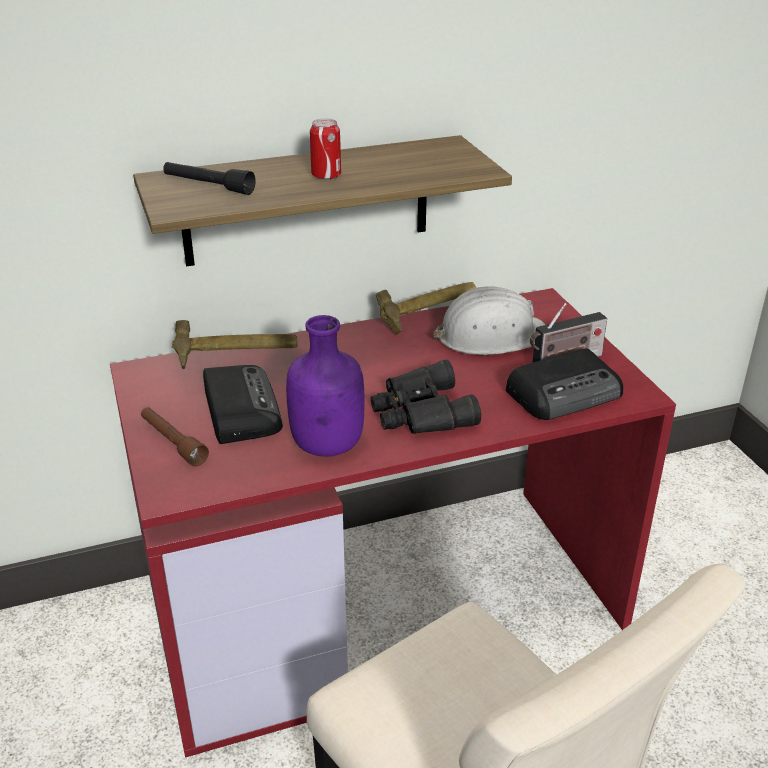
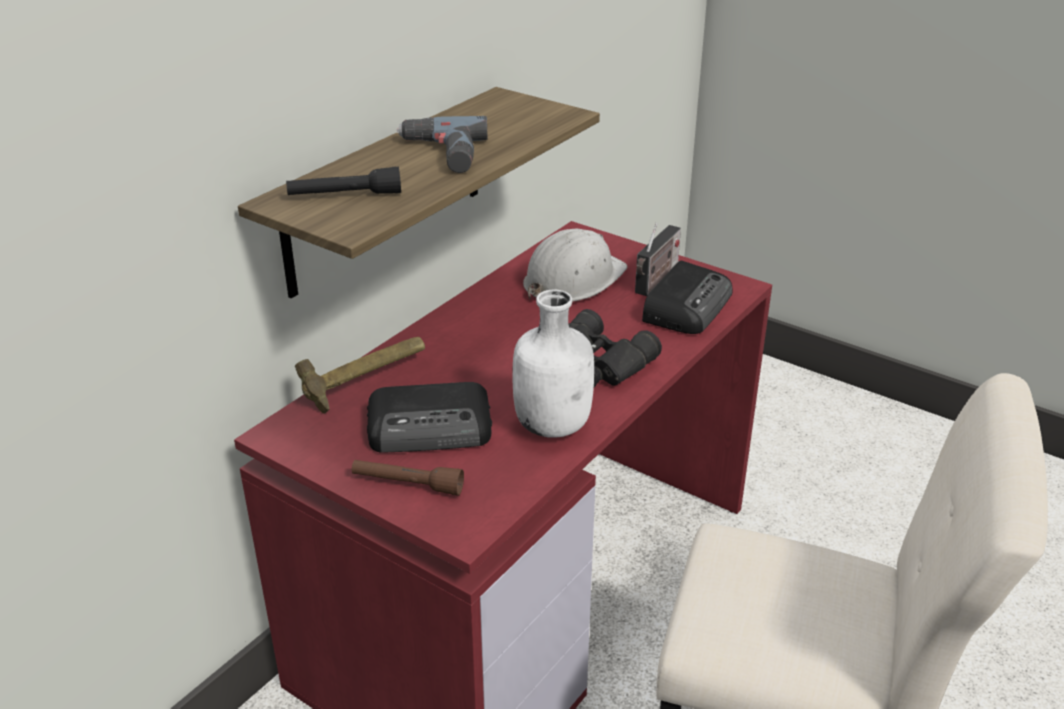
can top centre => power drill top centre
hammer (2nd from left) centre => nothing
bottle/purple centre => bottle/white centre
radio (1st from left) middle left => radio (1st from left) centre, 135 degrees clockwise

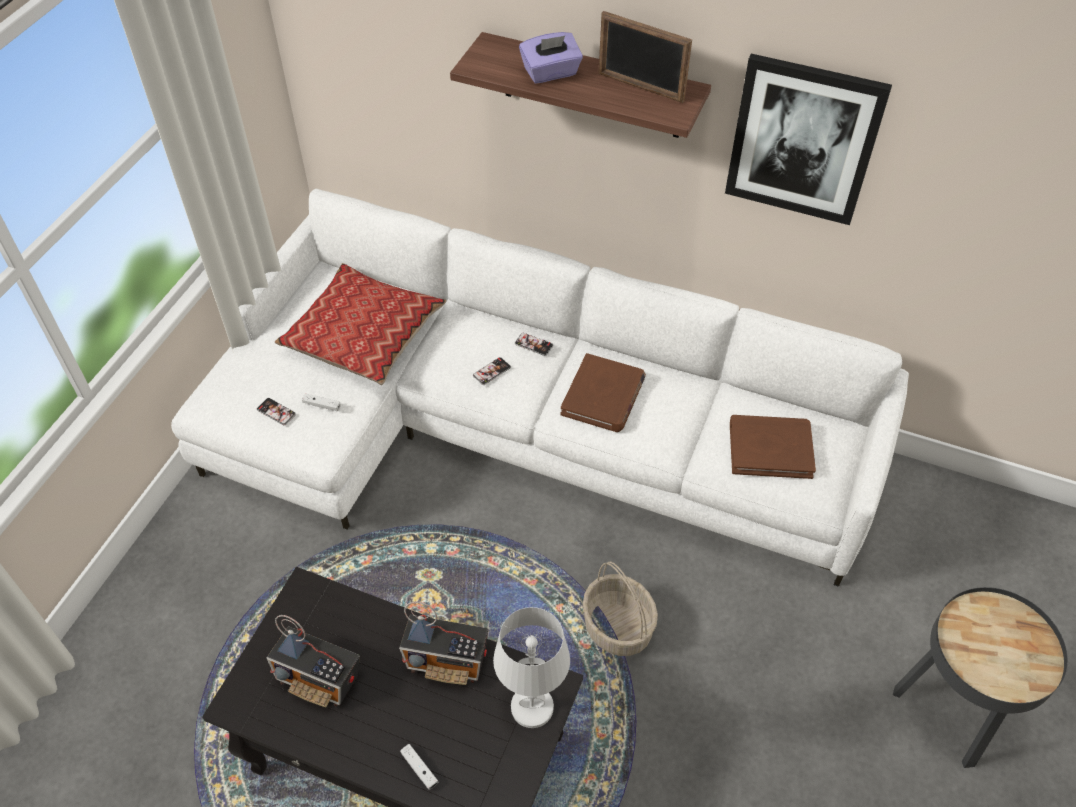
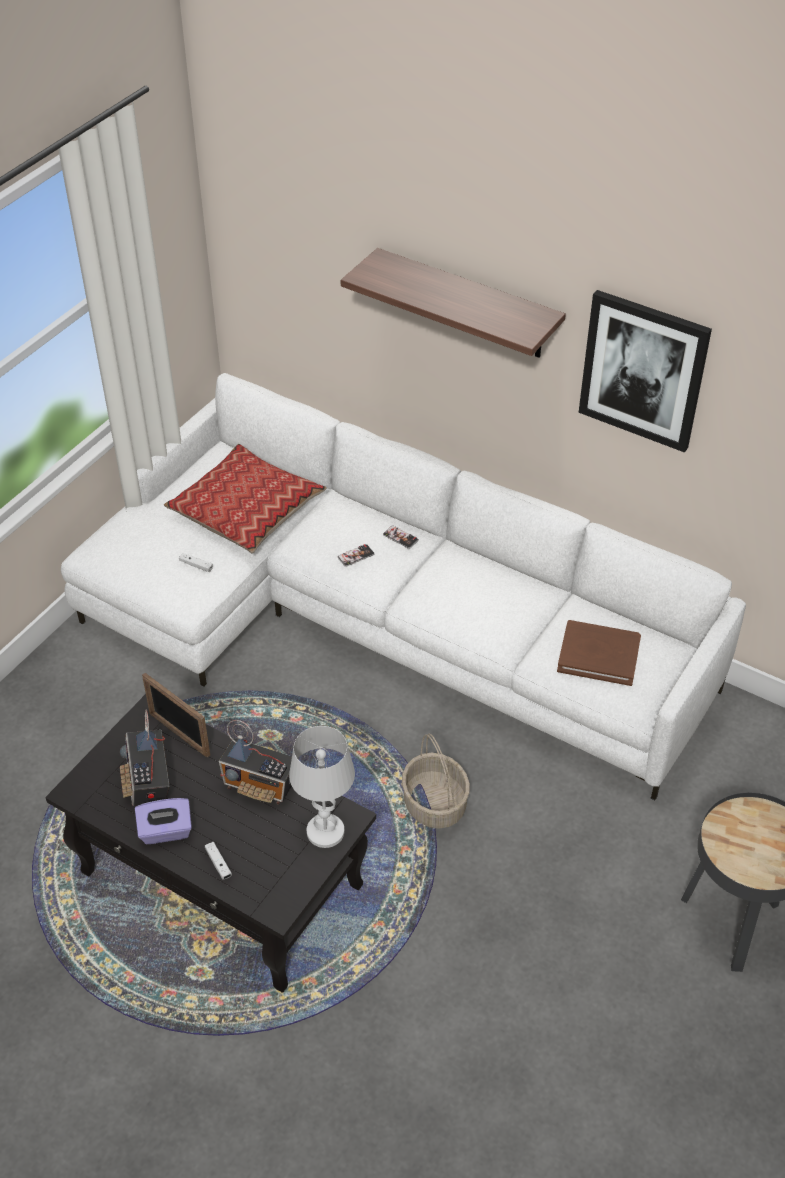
picture frame top centre => picture frame middle left, moved
tissue box/purple top centre => tissue box/purple bottom left, moved
book/brown (1st from left) centre => nothing
phone (1st from left) middle left => nothing
radio (1st from left) bottom left => radio (1st from left) middle left, 45 degrees clockwise

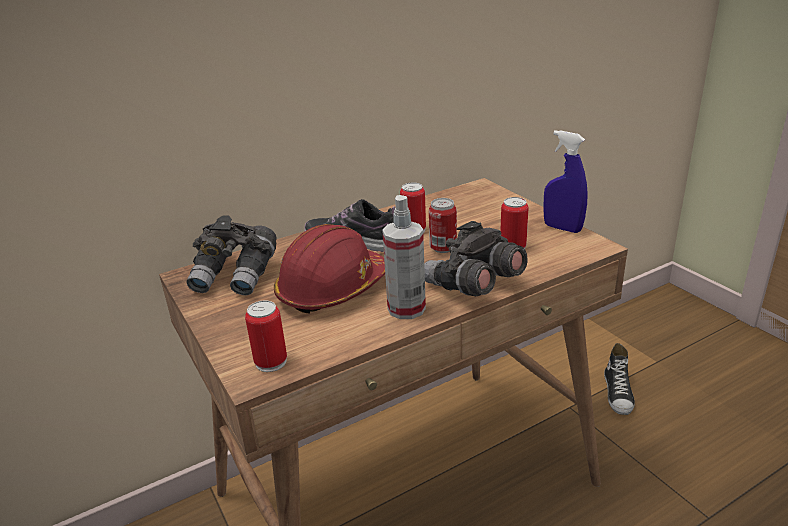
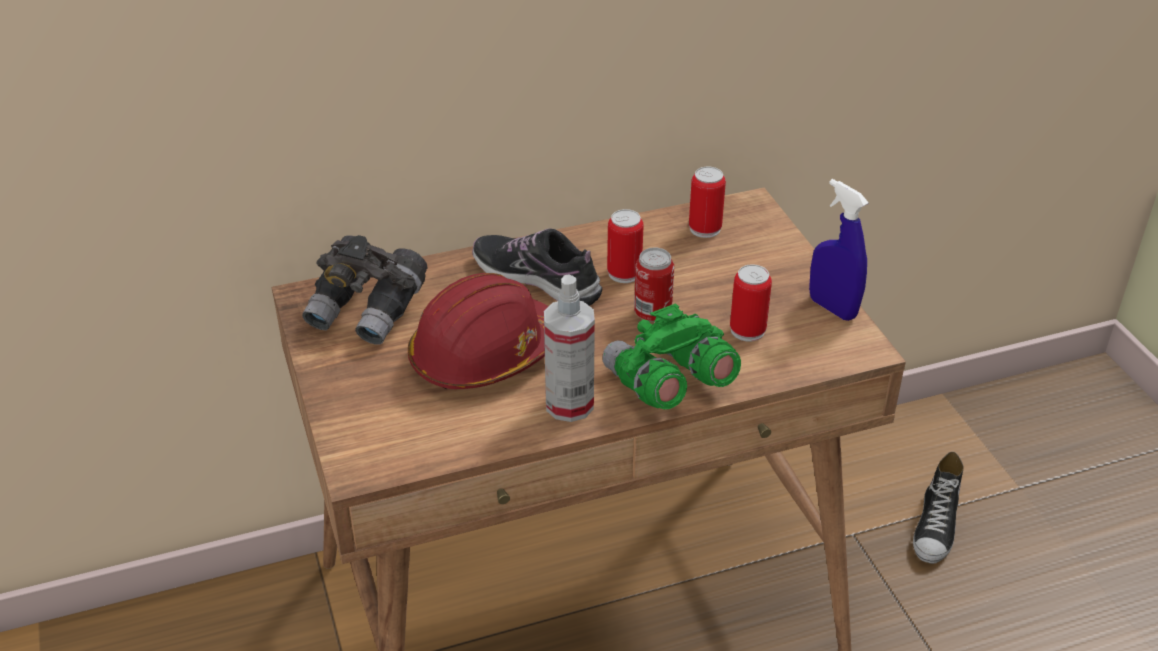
binoculars/grey (2nd from left) centre => binoculars/green centre
can (1st from left in the first image) centre => can (3rd from left) top centre, moved

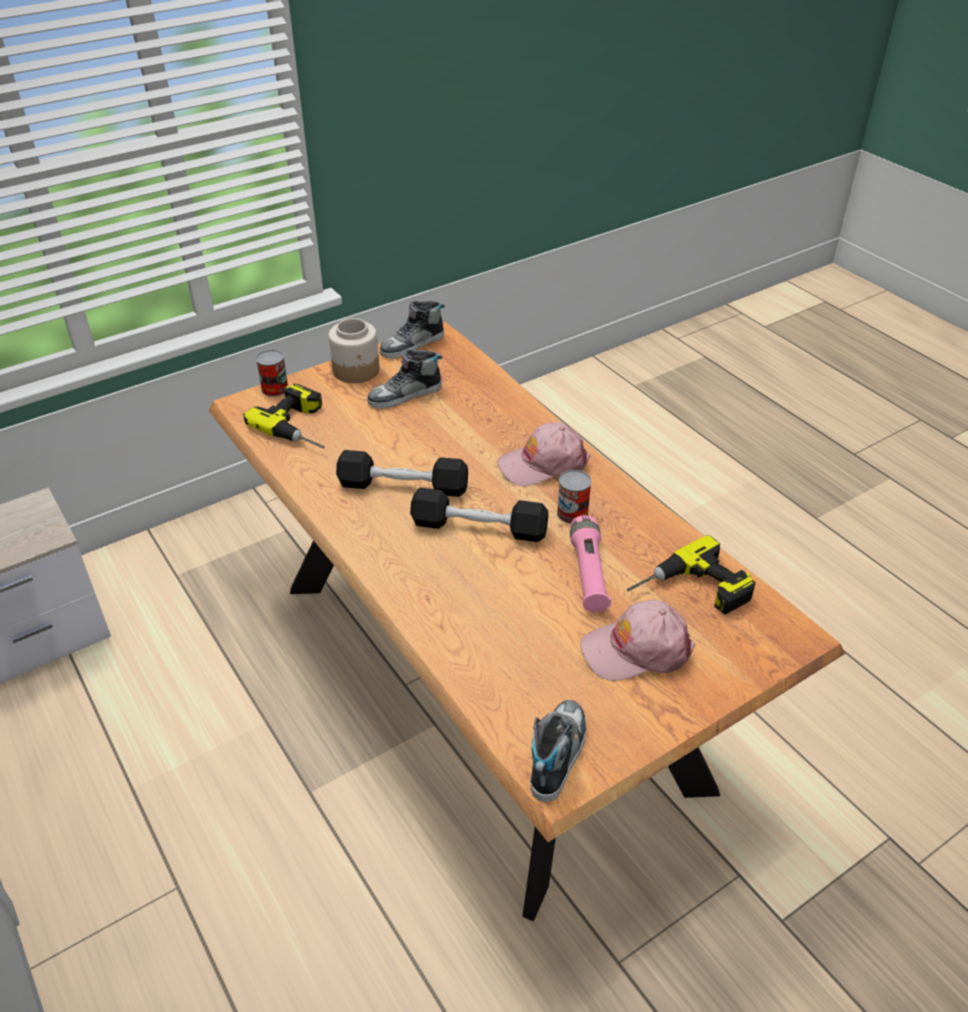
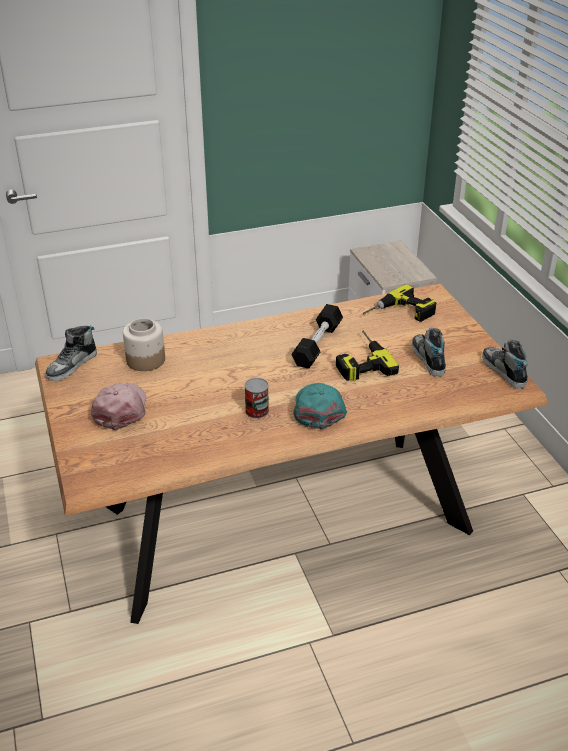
jar centre => jar middle left, moved
can (1st from left) middle left => nothing
cap/pink (1st from left) centre => cap/turquoise centre
dumbbell/black (2nd from left) centre => nothing
flashlight/pink centre => nothing
power drill (2nd from left in the first image) middle right => power drill (1st from left) centre, moved
shoe (3rd from left in the first image) bottom centre => shoe (1st from left) middle left, 90 degrees clockwise

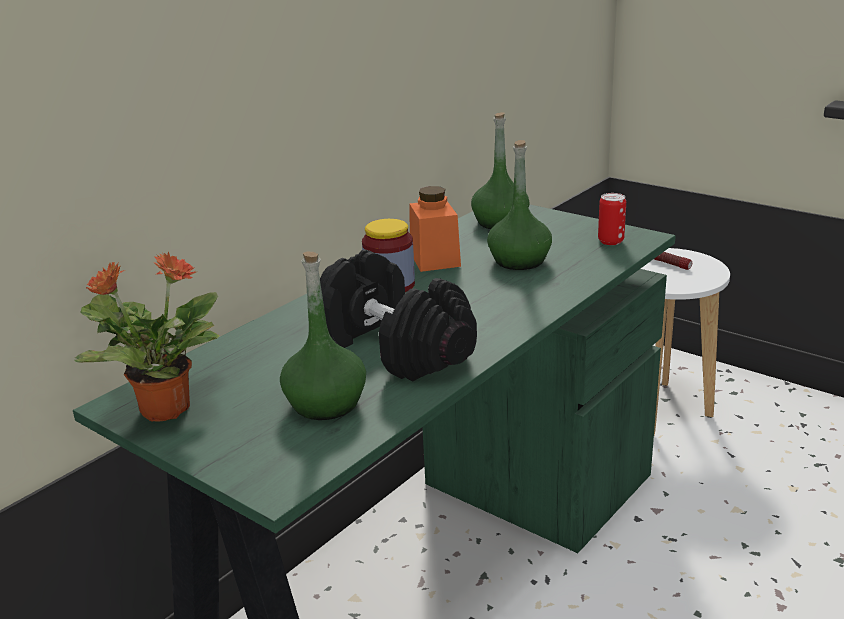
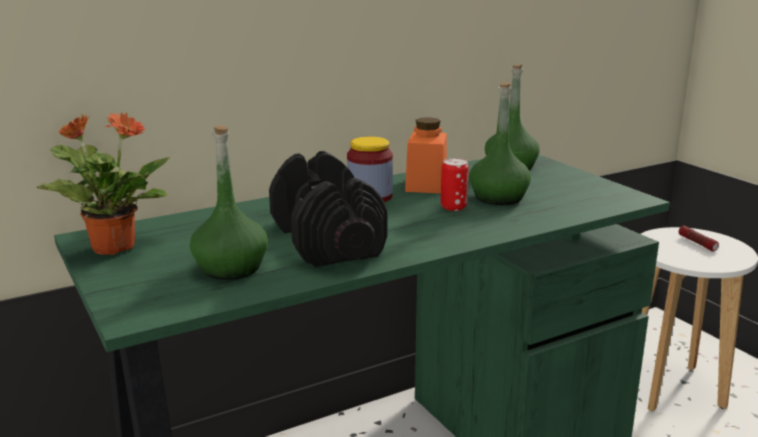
can middle right => can centre, moved

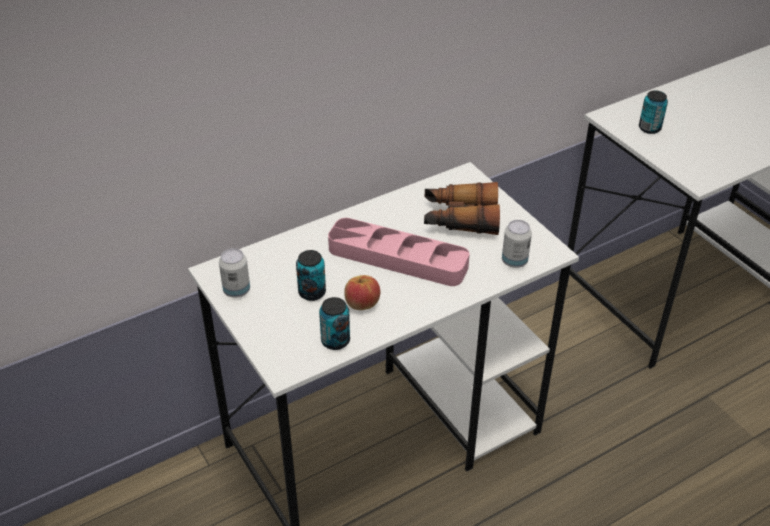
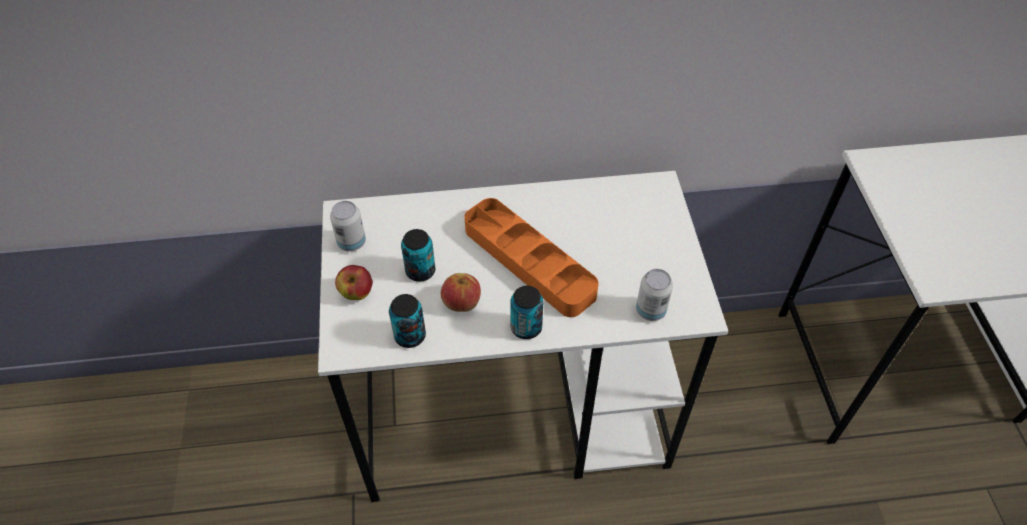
can (5th from left in the first image) top right => can (4th from left) centre, moved
binoculars centre => nothing
tray/pink centre => tray/orange centre
nothing => apple (1st from left) centre

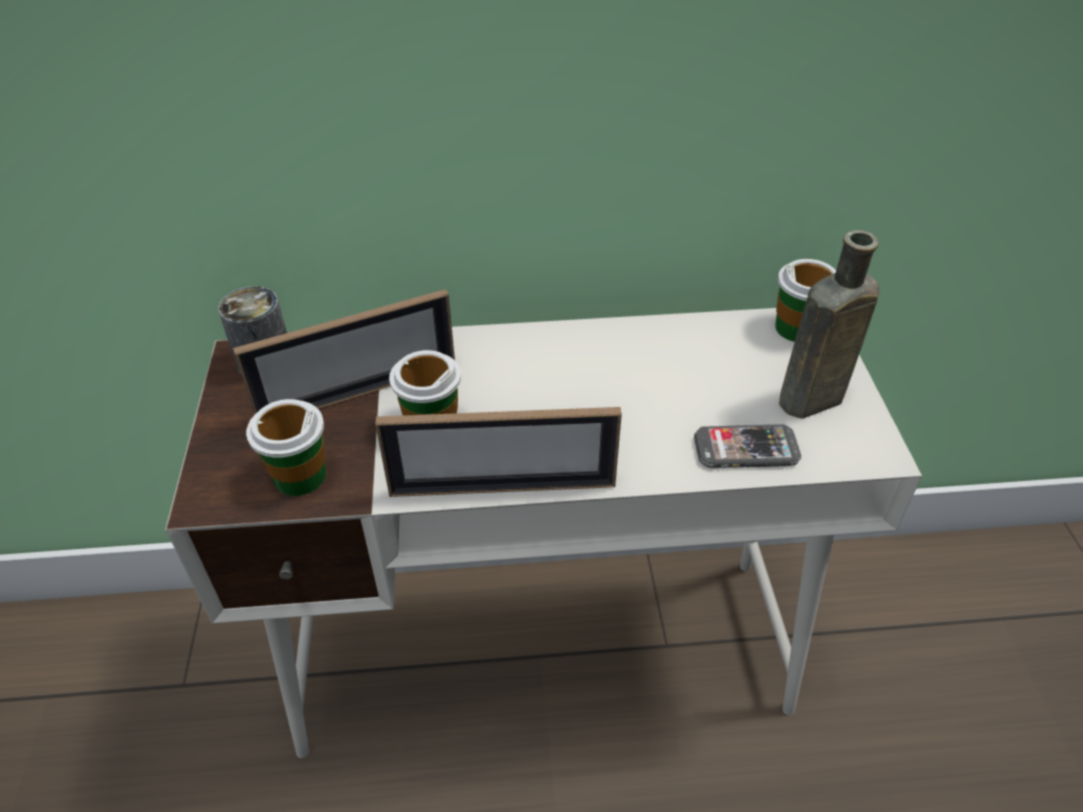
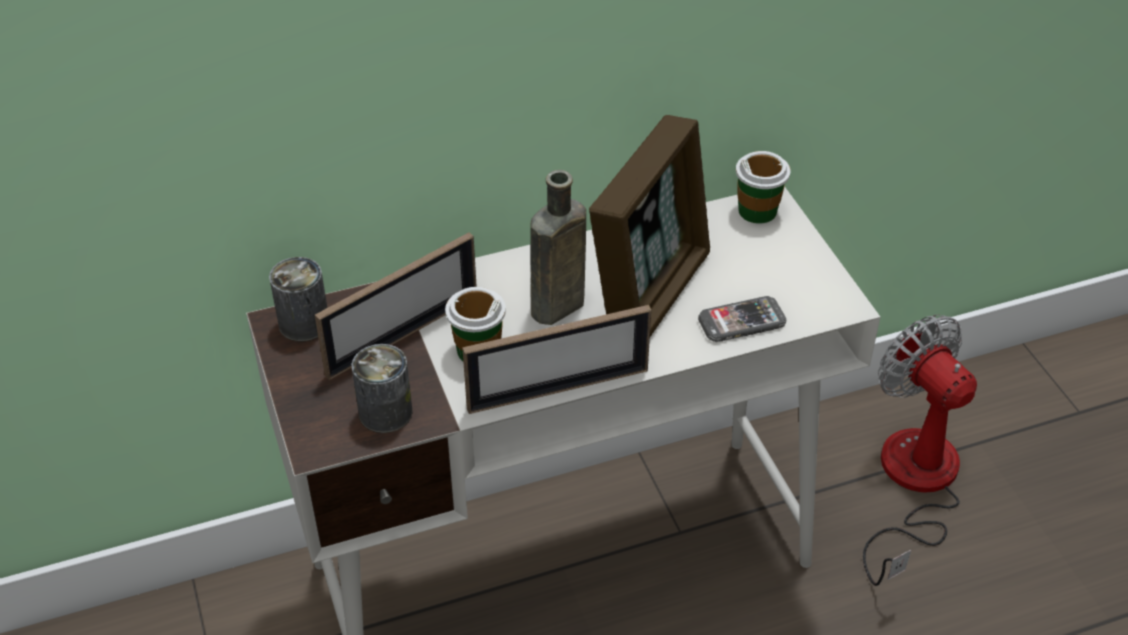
bottle/brown middle right => bottle/brown centre, moved
cup (1st from left) middle left => can (2nd from left) centre
nothing => picture frame (3rd from left) centre
nothing => fan bottom right

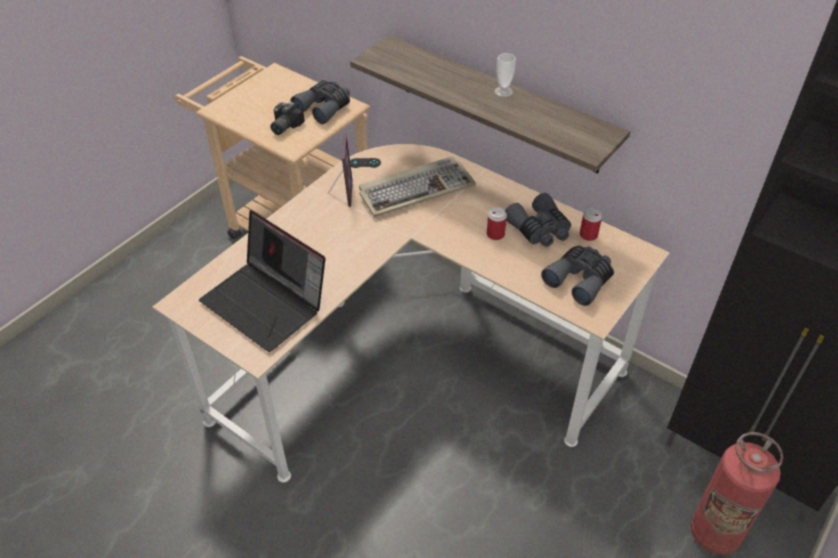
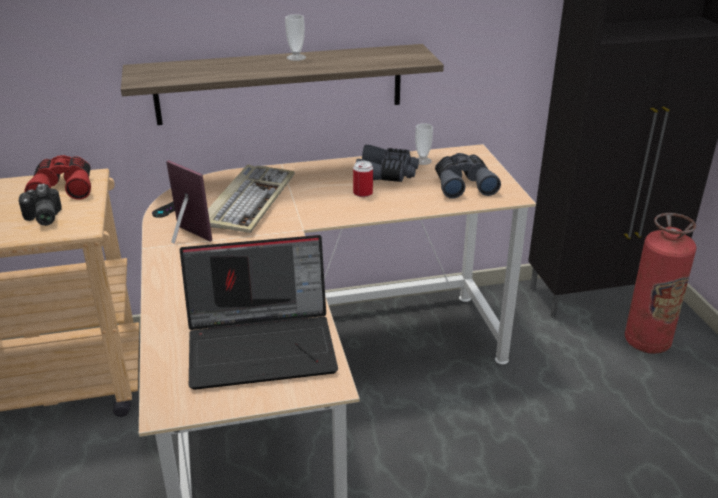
binoculars/grey (1st from left) top centre => binoculars/red middle left
can (2nd from left) middle right => cup (2nd from left) top centre

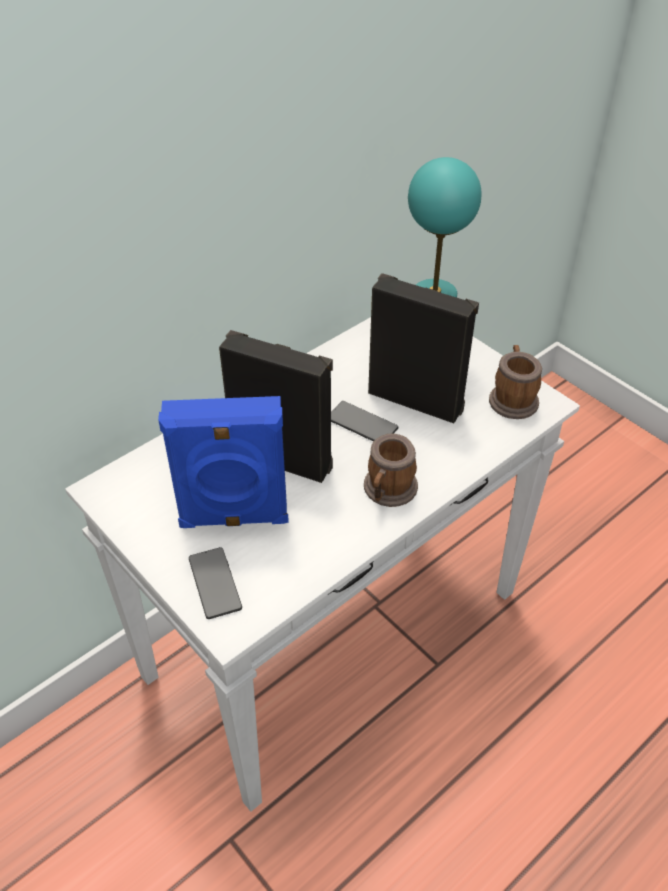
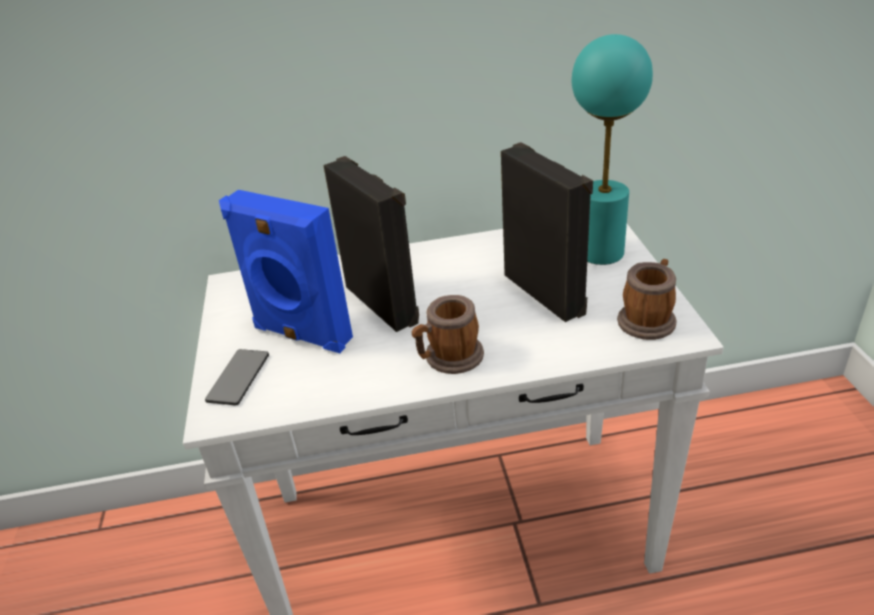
phone (2nd from left) centre => nothing

